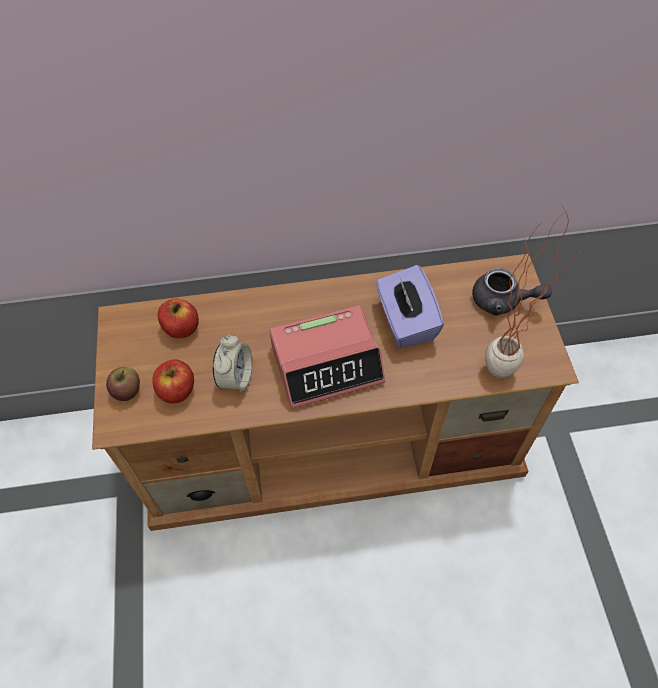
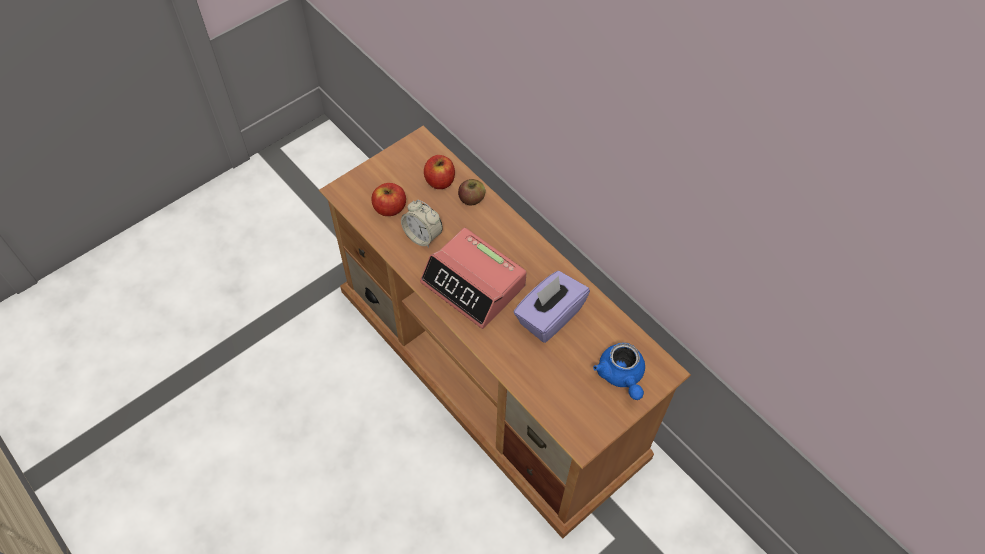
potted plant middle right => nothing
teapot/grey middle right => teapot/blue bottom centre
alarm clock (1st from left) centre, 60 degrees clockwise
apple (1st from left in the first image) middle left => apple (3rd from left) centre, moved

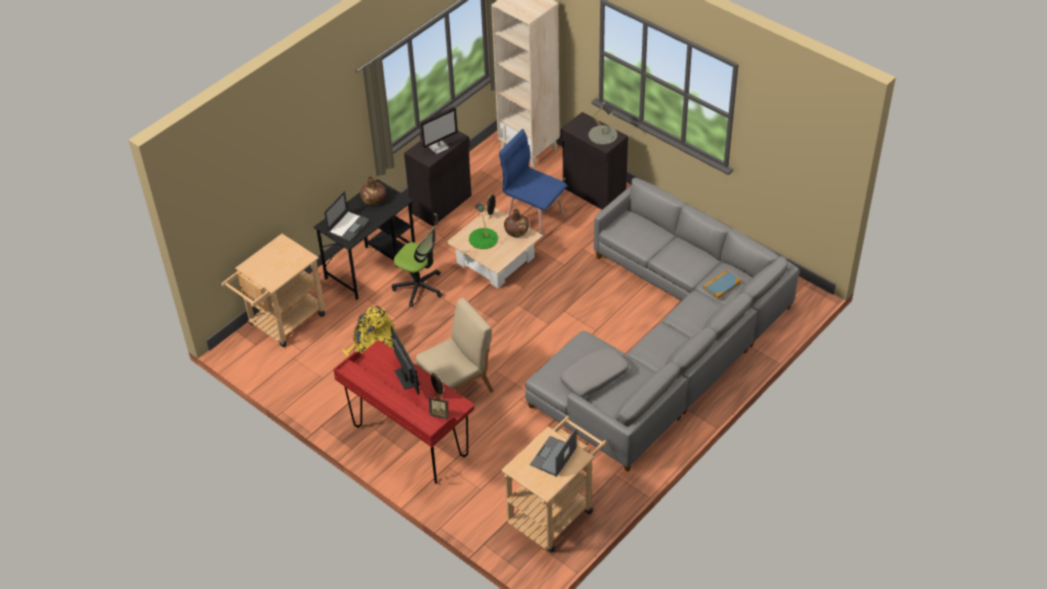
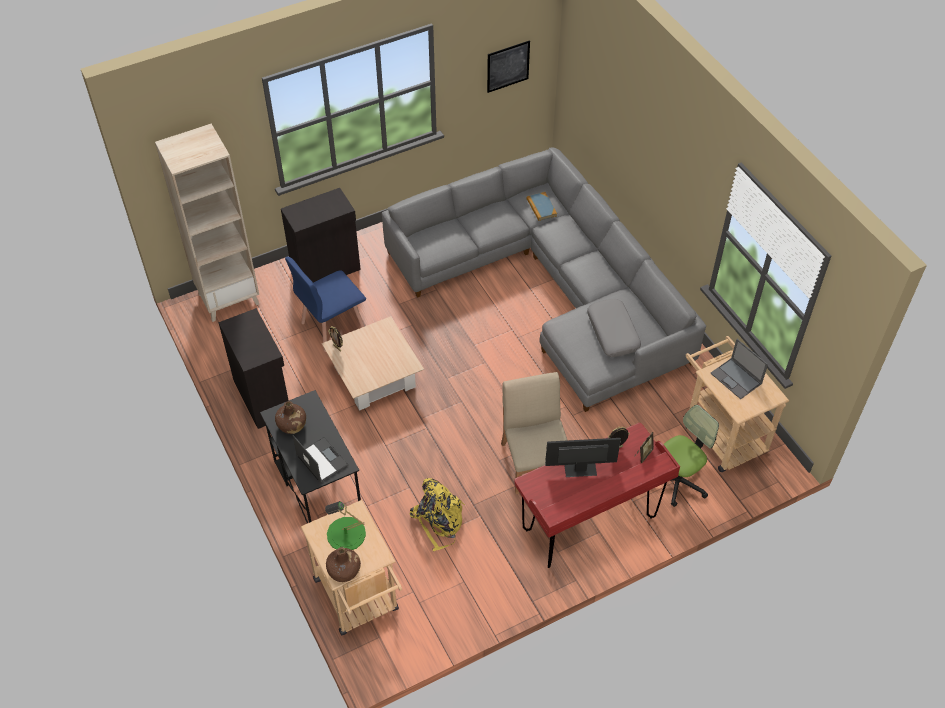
table lamp/grey top centre => nothing
monitor (2nd from left) top centre => nothing
table lamp/green centre => table lamp/green bottom centre, moved
bottle/brown (2nd from left) centre => bottle/brown (2nd from left) bottom centre, moved
office chair centre => office chair middle right, moved
nothing => picture top centre

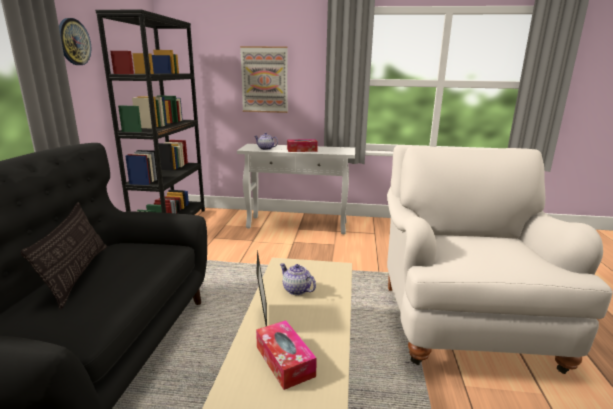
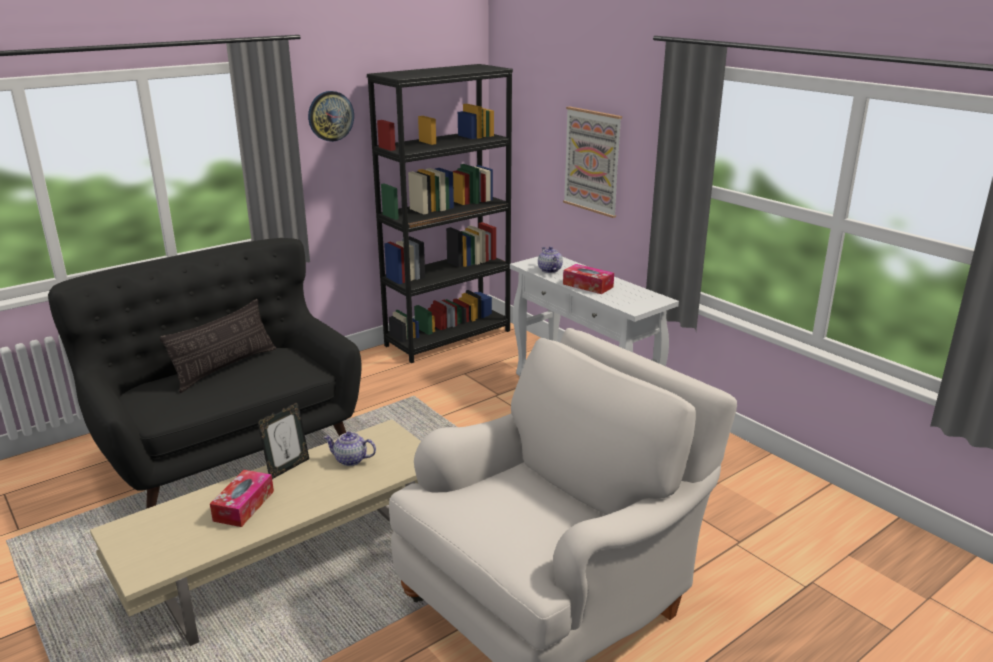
teapot (2nd from left in the first image) bottom centre => teapot (1st from left) bottom centre, 75 degrees counterclockwise

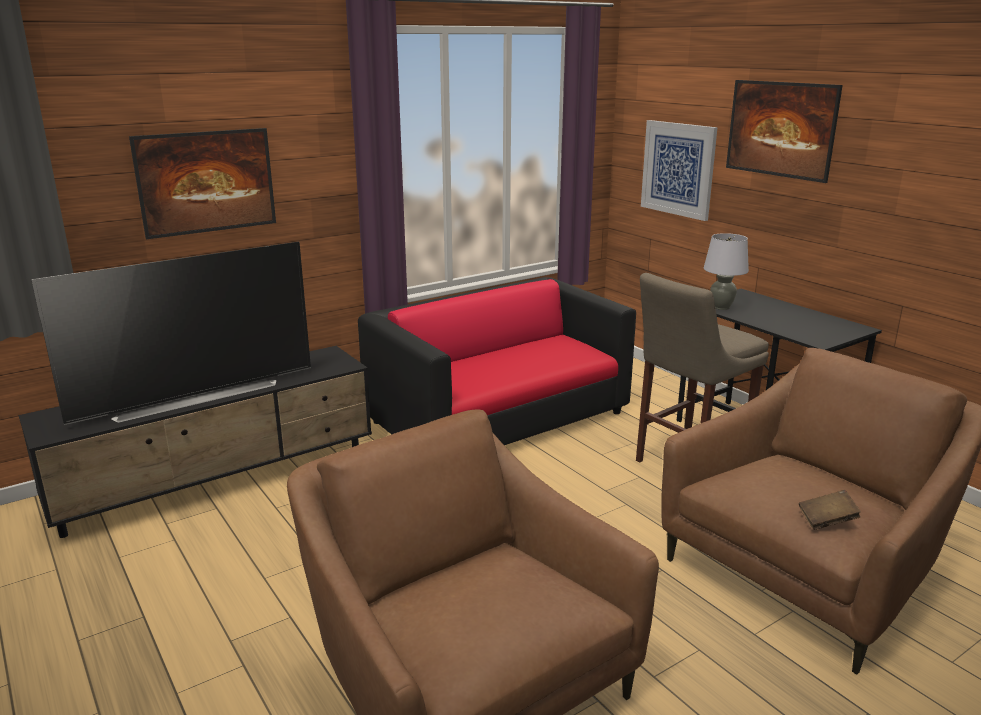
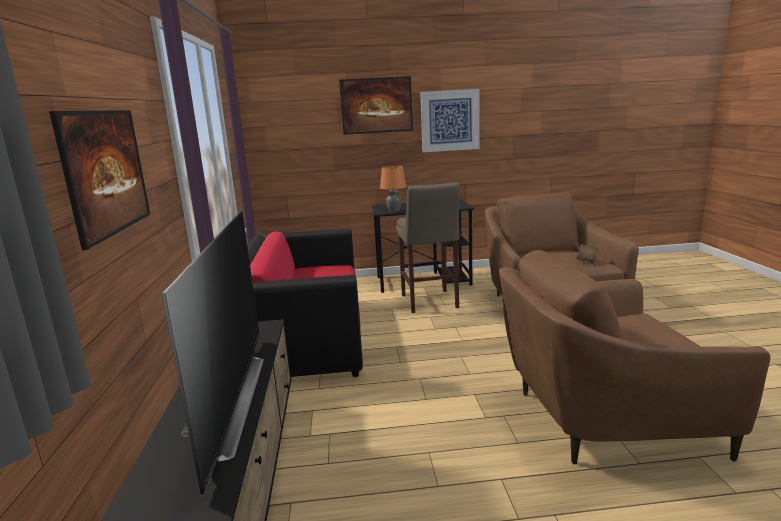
picture (2nd from left in the first image) top right => picture (3rd from left) top centre, moved
table lamp/grey middle right => table lamp/orange centre

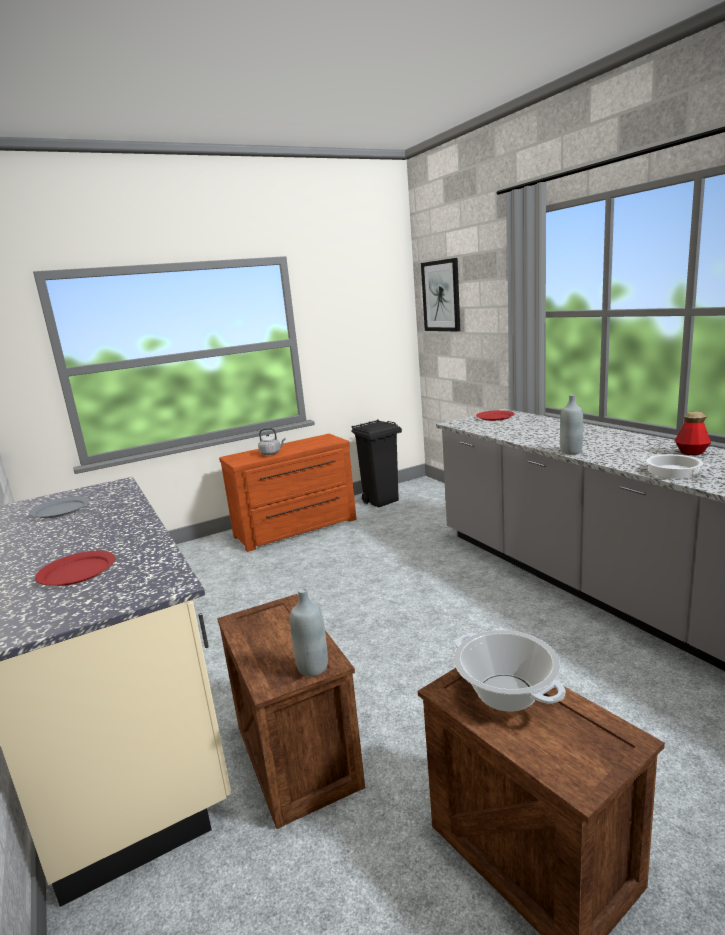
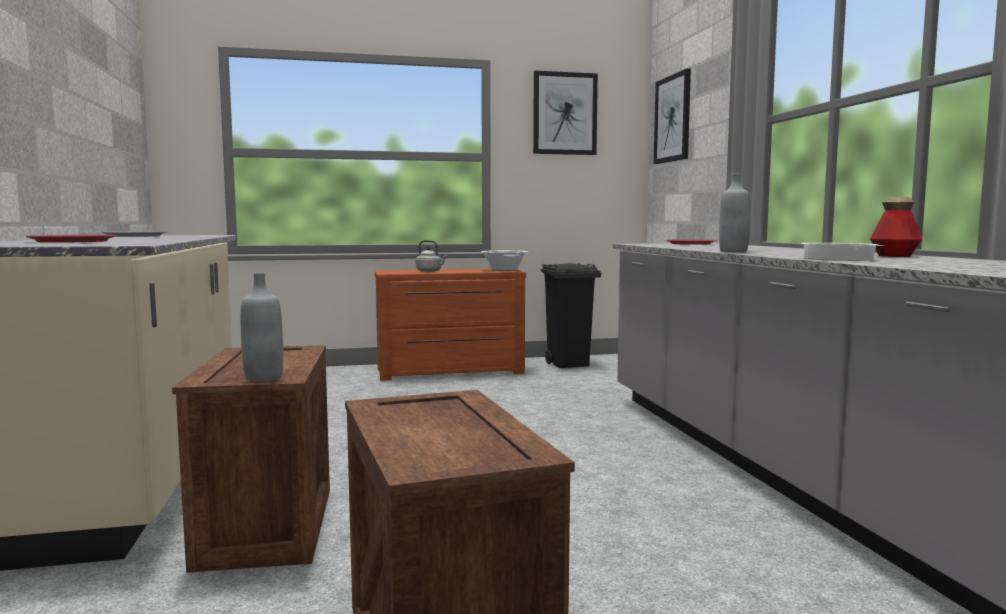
cooking pot (1st from left) bottom right => cooking pot (1st from left) centre, moved
nothing => picture (1st from left) top centre

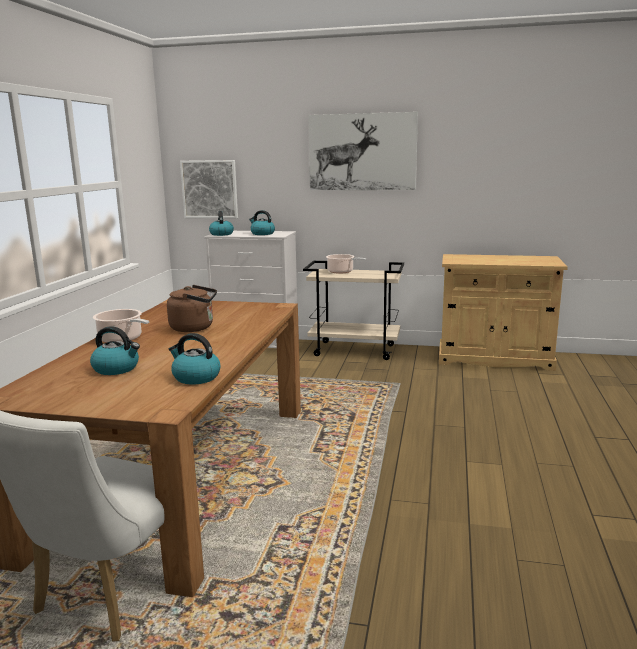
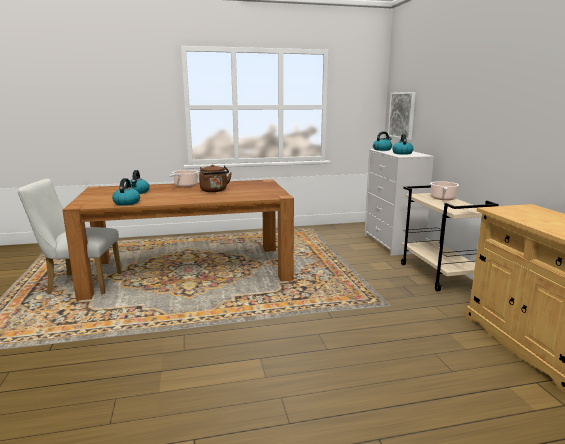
picture (2nd from left) top centre => nothing

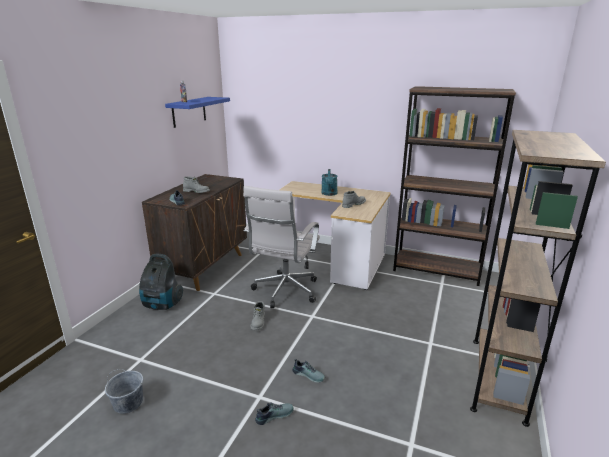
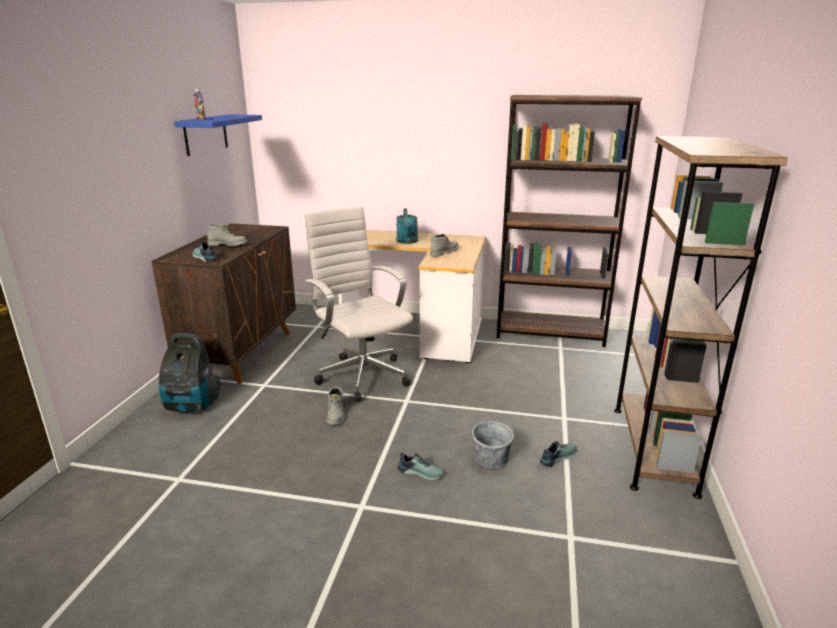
office chair/white centre, 135 degrees clockwise
bucket/grey bottom left => bucket/grey bottom centre, moved
shoe (2nd from left in the first image) bottom centre => shoe (3rd from left) bottom right, moved

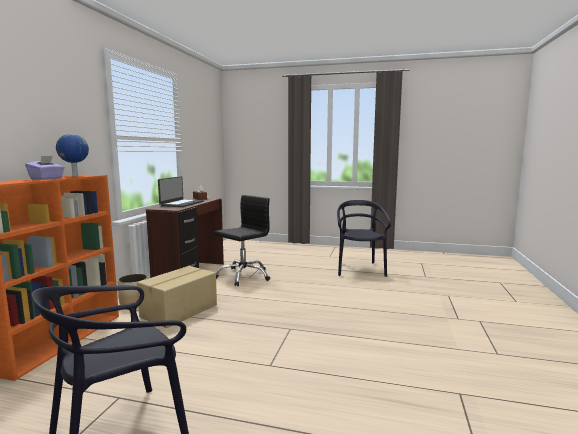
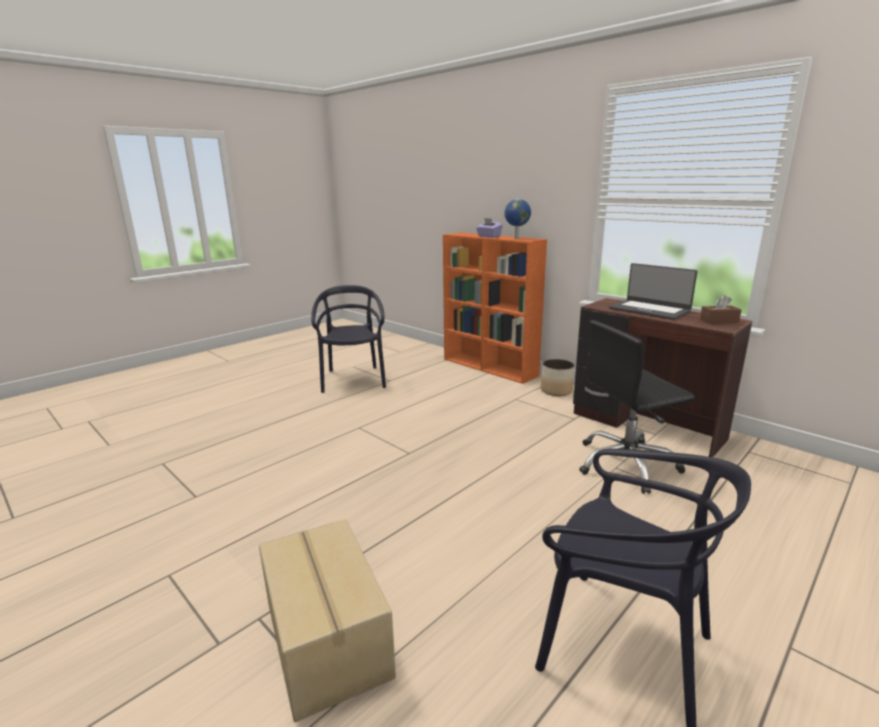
office chair/black centre => office chair/black middle right, 90 degrees clockwise
cardboard box bottom left => cardboard box bottom centre, moved

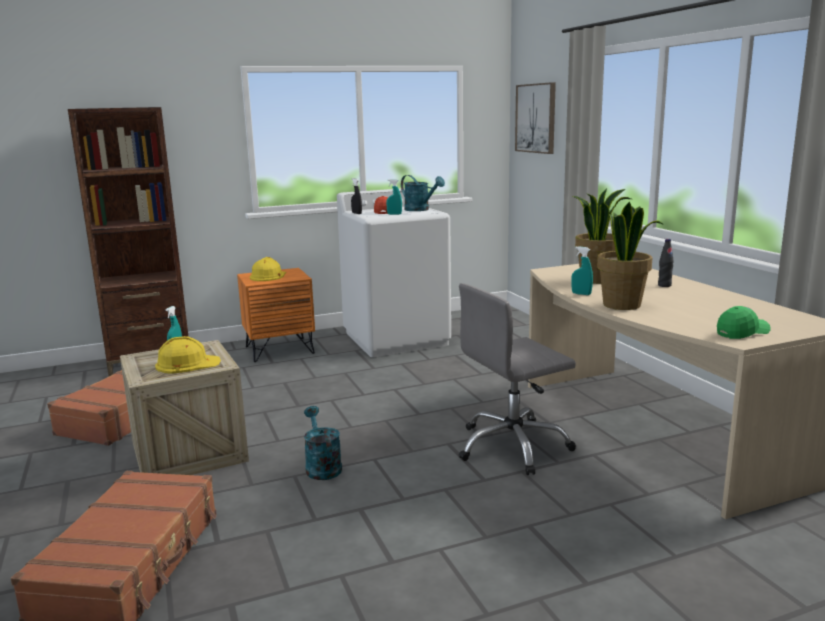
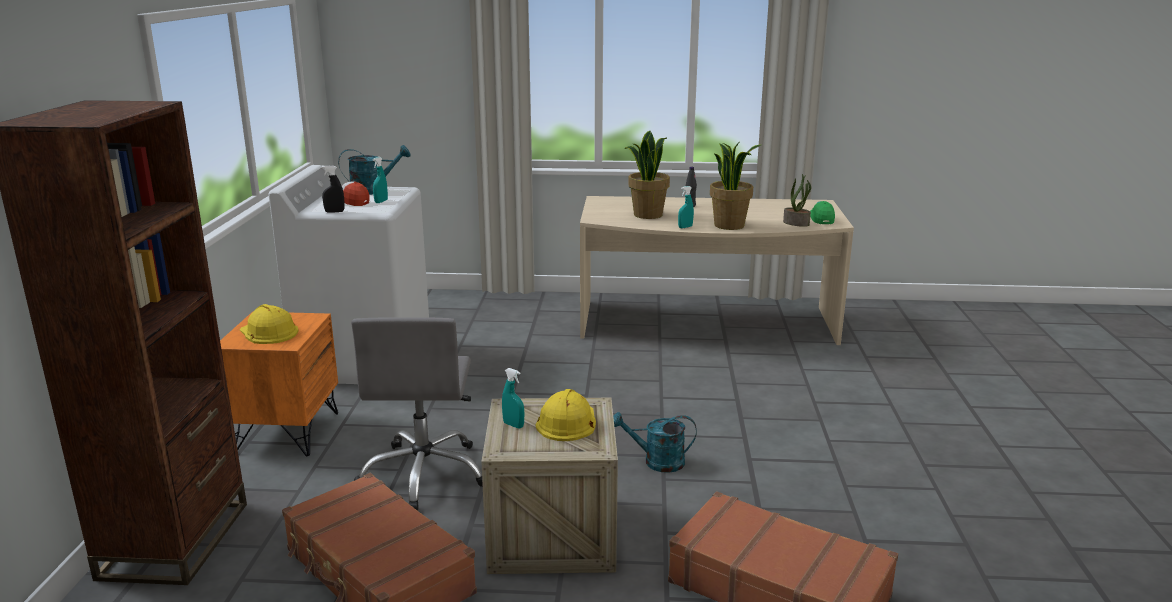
picture top centre => nothing
office chair/grey centre => office chair/grey bottom centre, moved
nothing => potted plant (3rd from left) top right

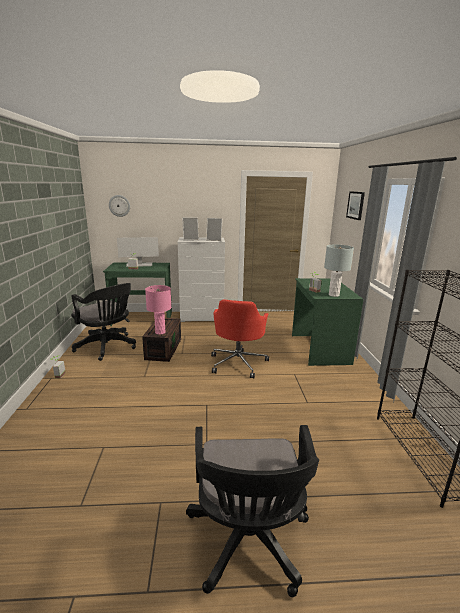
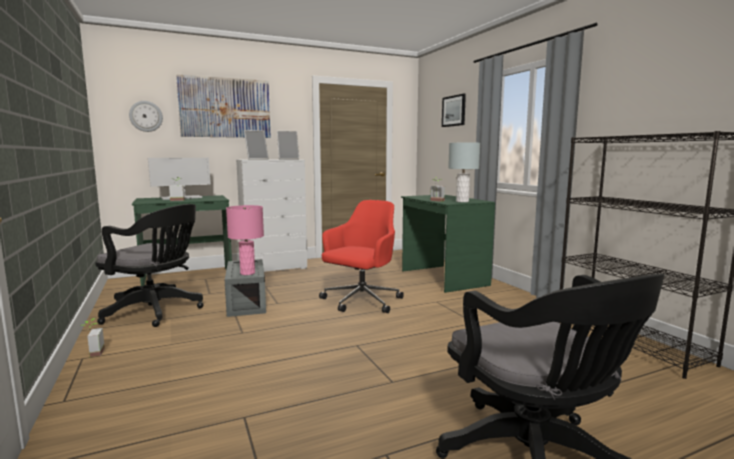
office chair/red centre, 135 degrees counterclockwise
storage box/brown centre => storage box/grey centre
nothing => picture (1st from left) top left

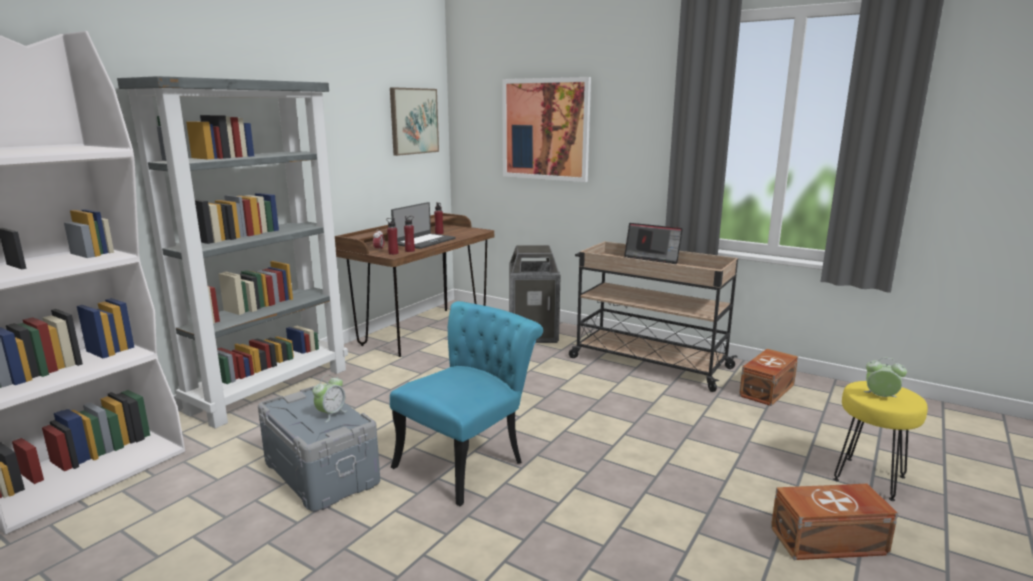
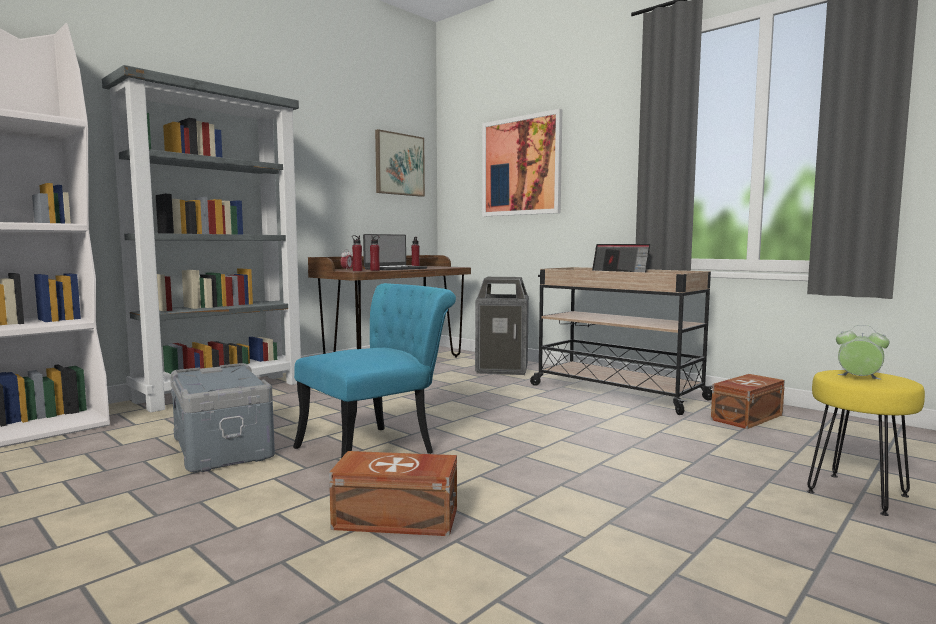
alarm clock (1st from left) bottom left => nothing
storage box/brown (2nd from left in the first image) bottom right => storage box/brown (1st from left) bottom centre, moved

